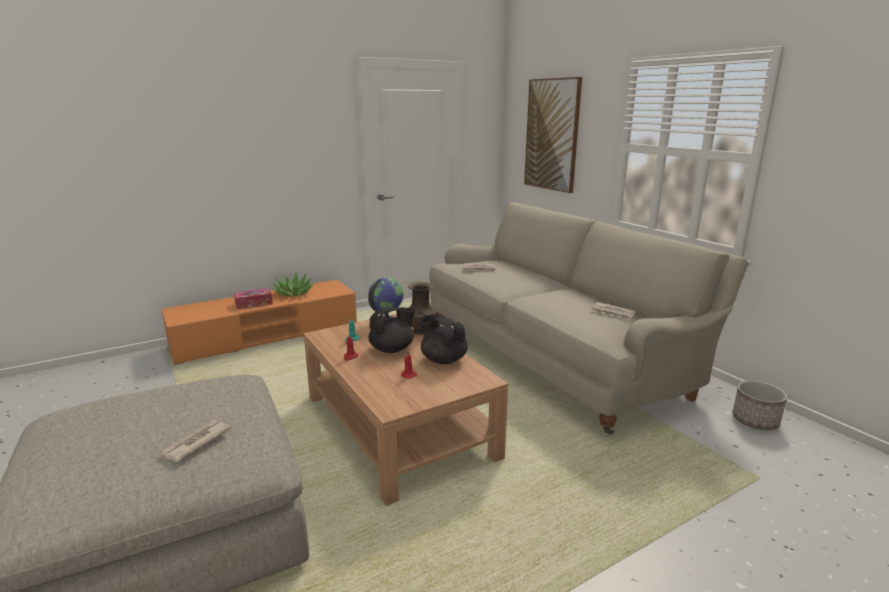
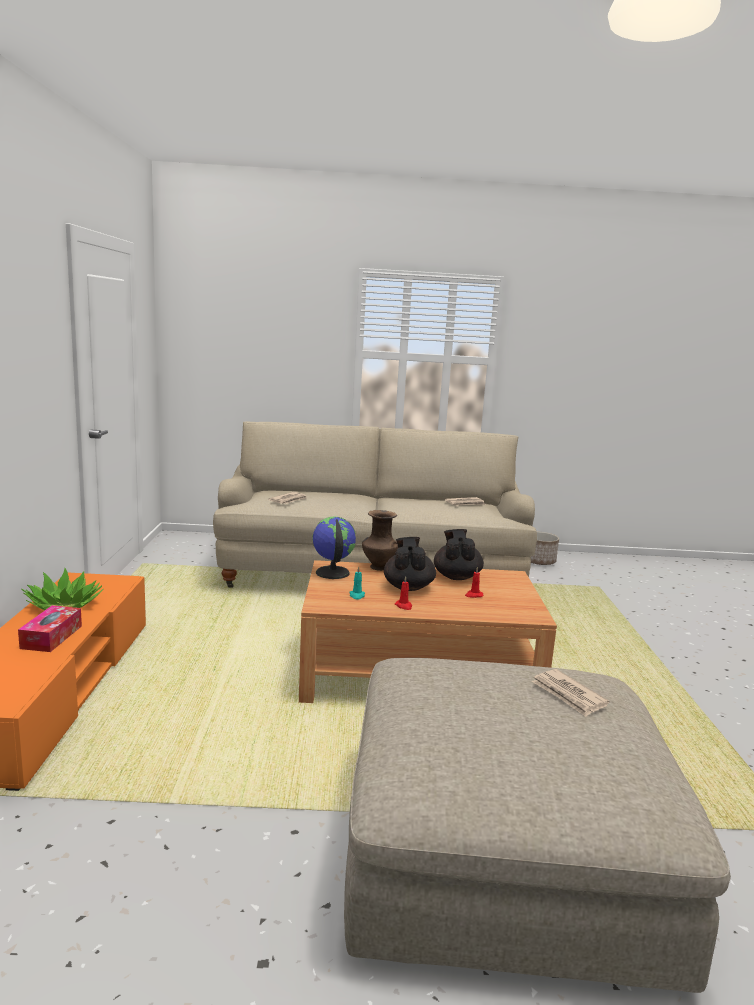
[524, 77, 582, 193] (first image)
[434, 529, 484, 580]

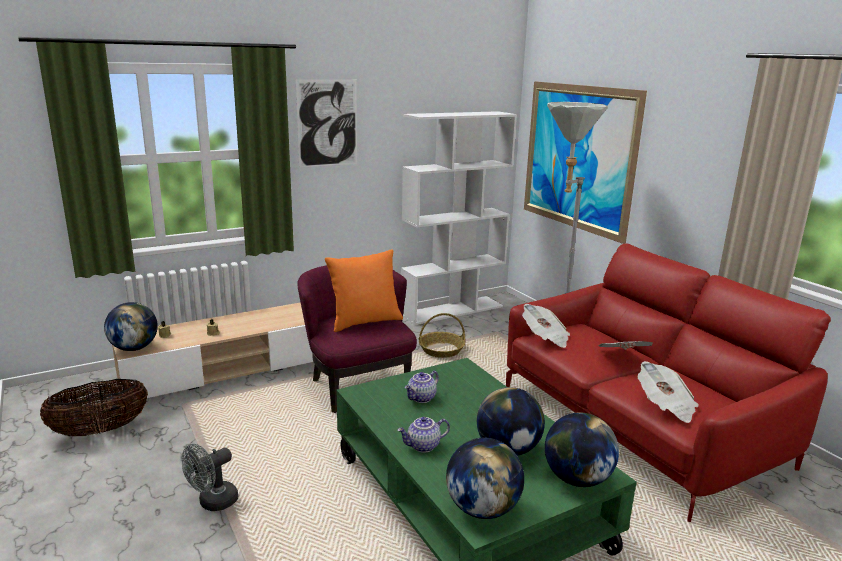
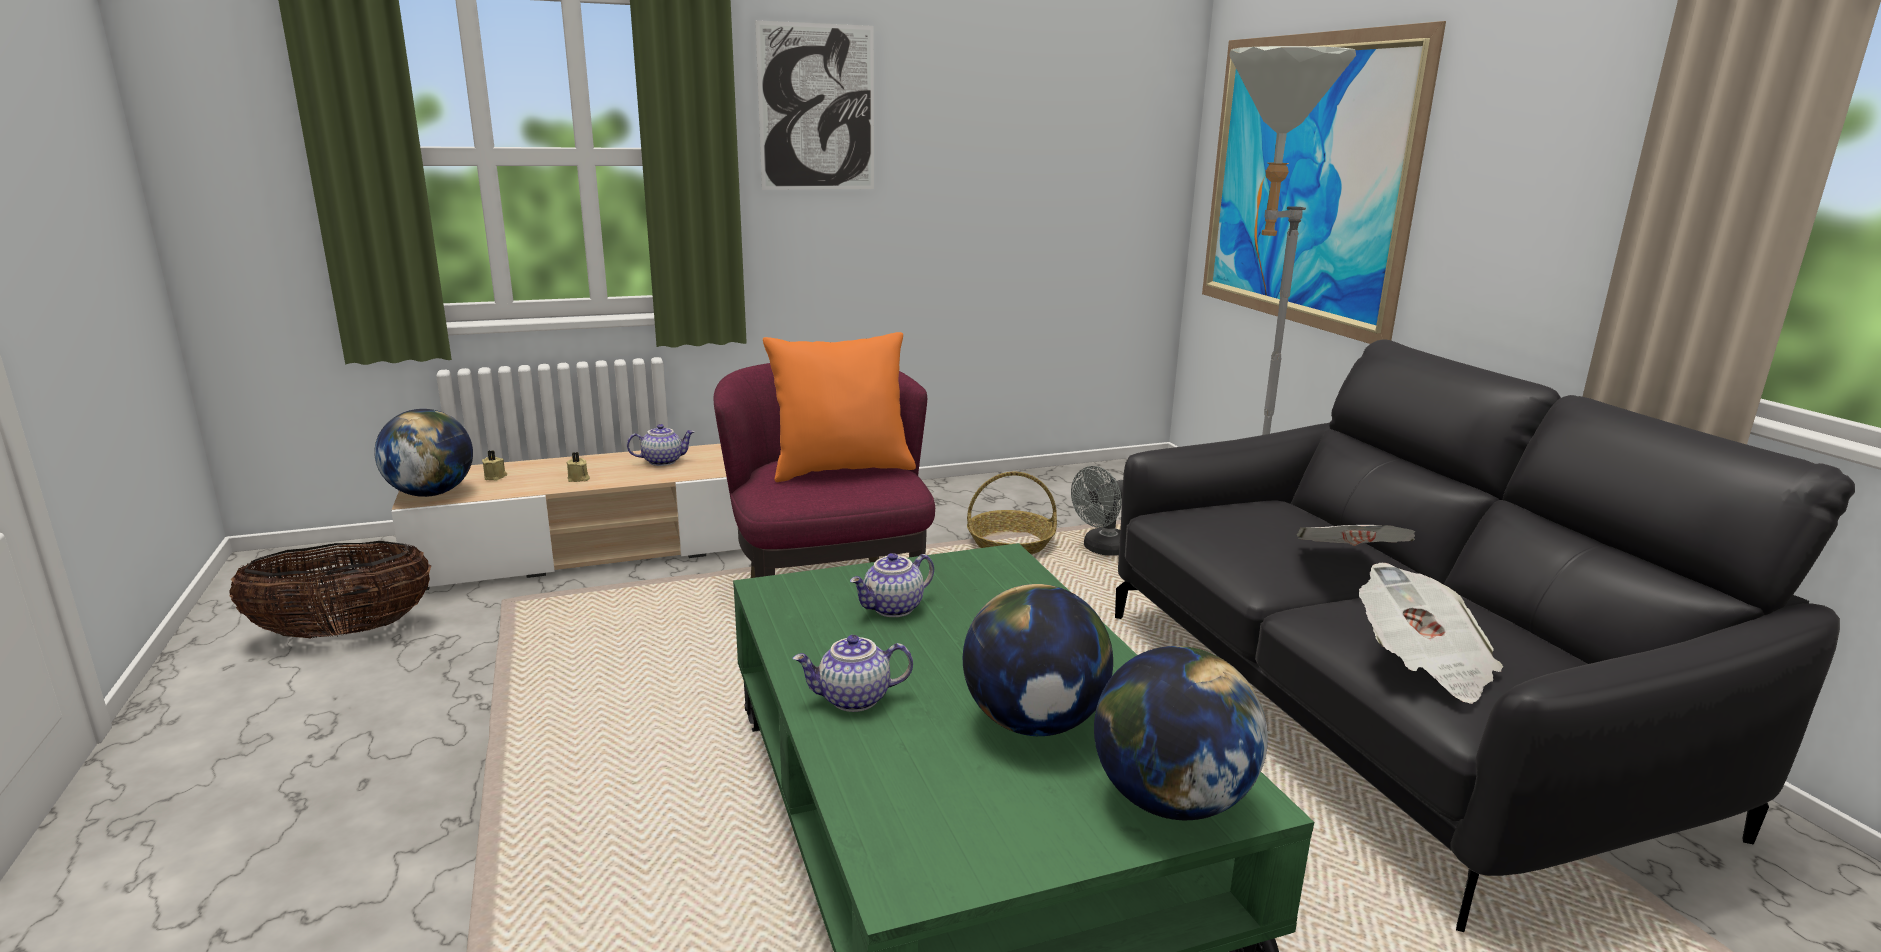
[401, 111, 517, 325] (first image)
[1115, 339, 1855, 932]
[522, 304, 570, 348] (first image)
[446, 438, 524, 519] (first image)
[1071, 466, 1123, 556]
[627, 424, 695, 466]

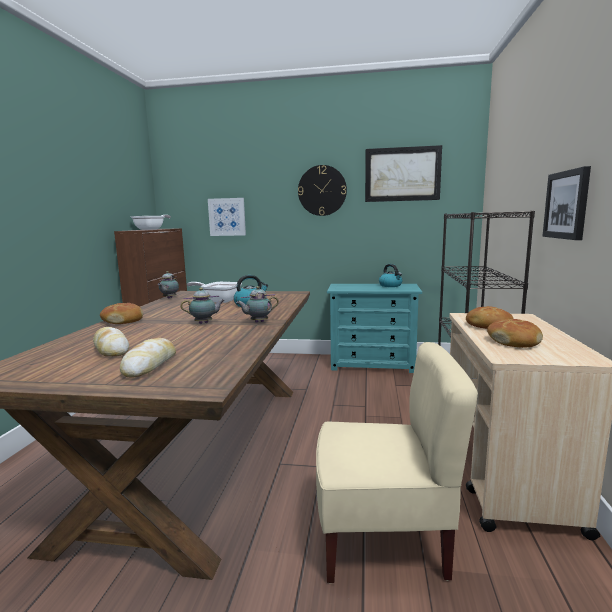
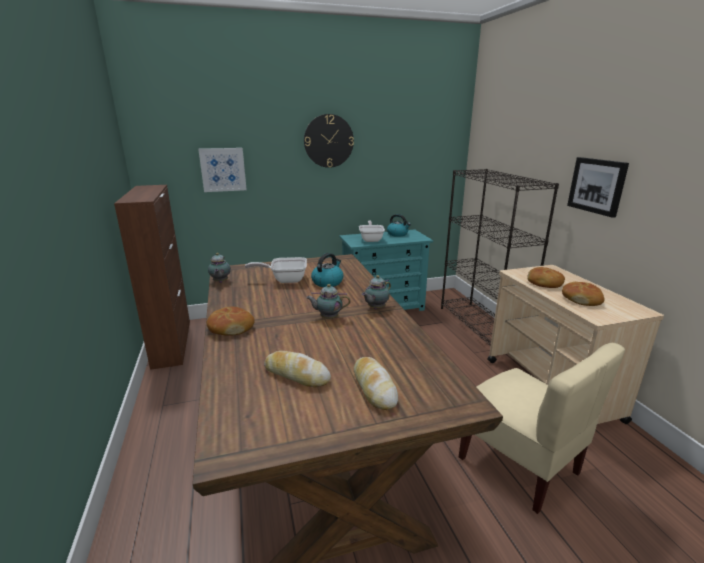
[365, 145, 442, 202] (first image)
[359, 220, 385, 242]
[306, 284, 351, 319]
[459, 343, 625, 514]

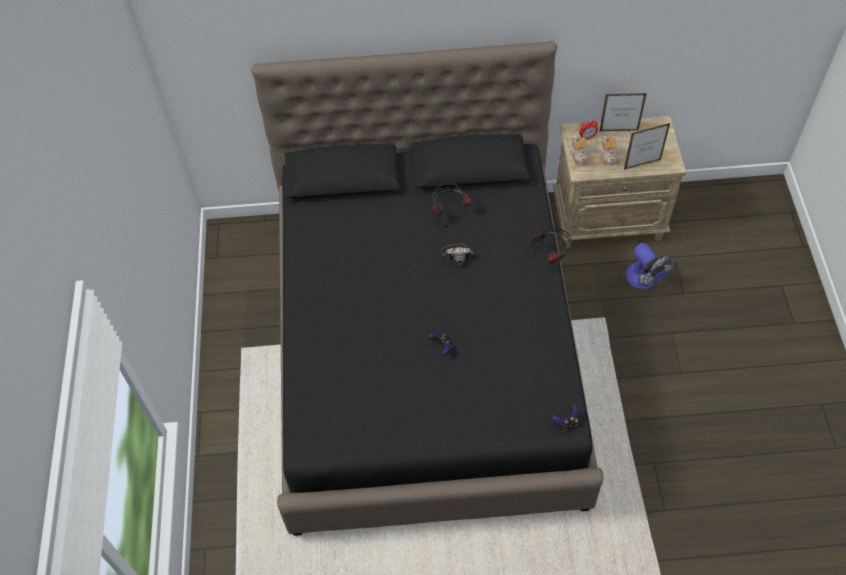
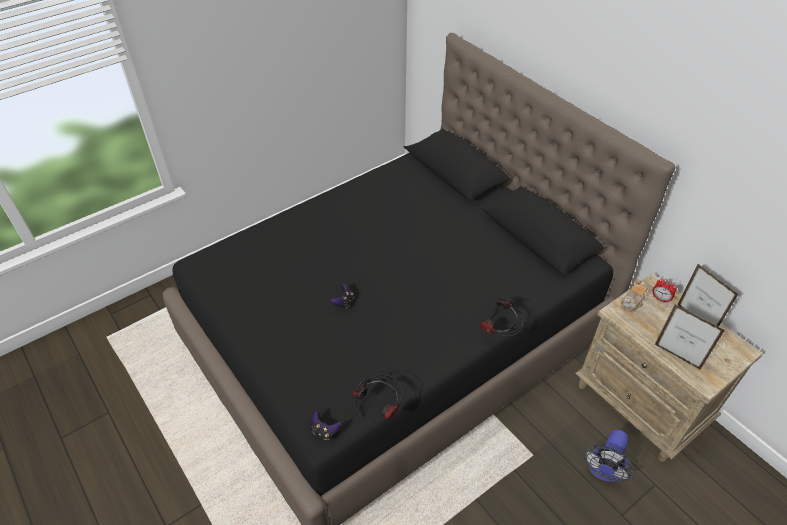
[600, 136, 617, 166] (first image)
[353, 374, 403, 420]
[441, 243, 474, 265] (first image)

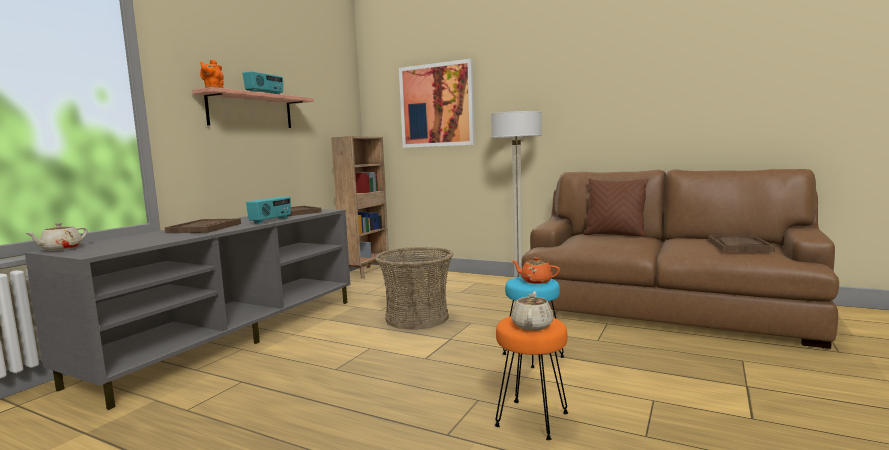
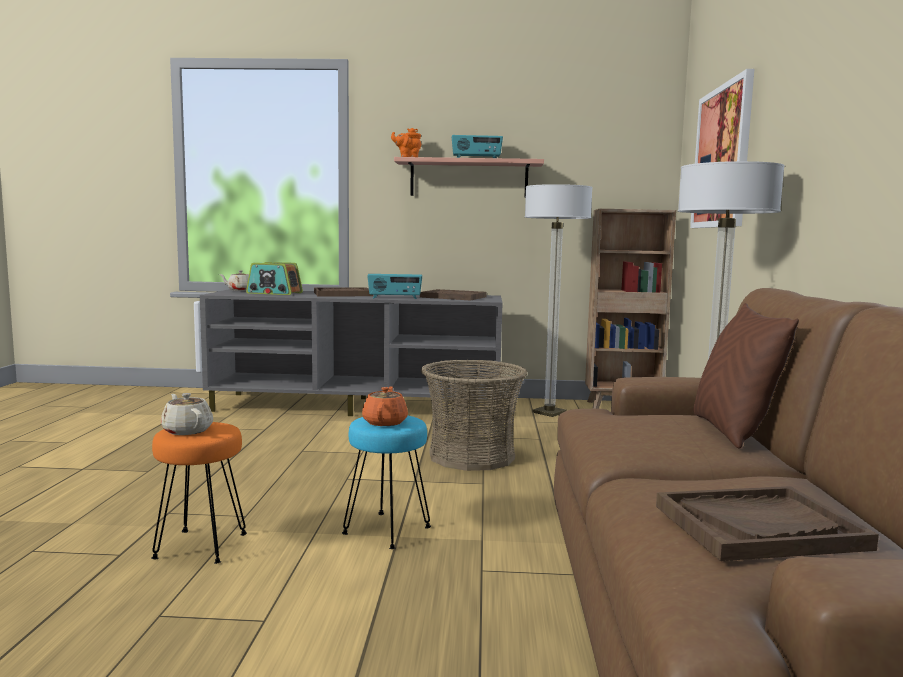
[161, 393, 213, 435]
[525, 184, 593, 417]
[246, 262, 303, 295]

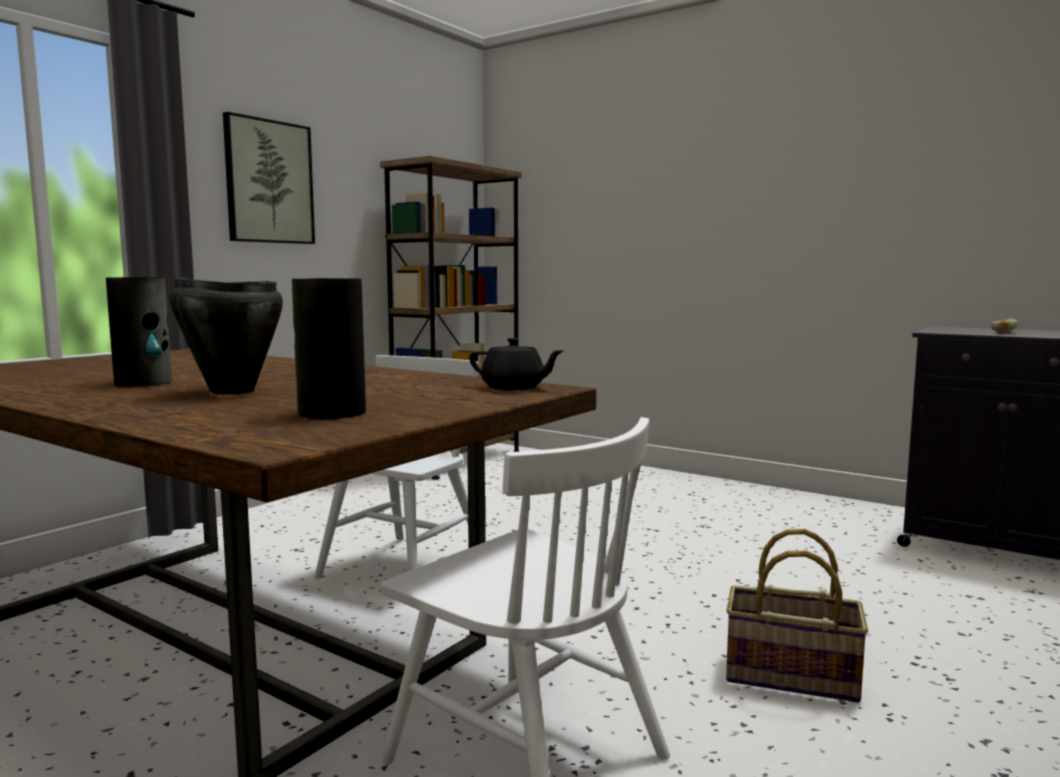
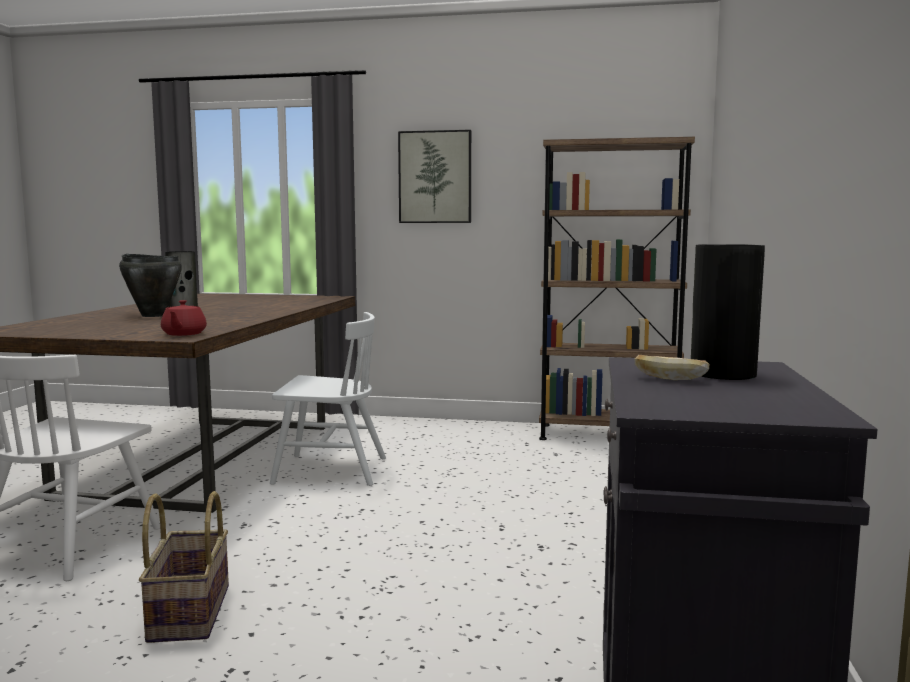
[691, 244, 765, 380]
[161, 300, 207, 336]

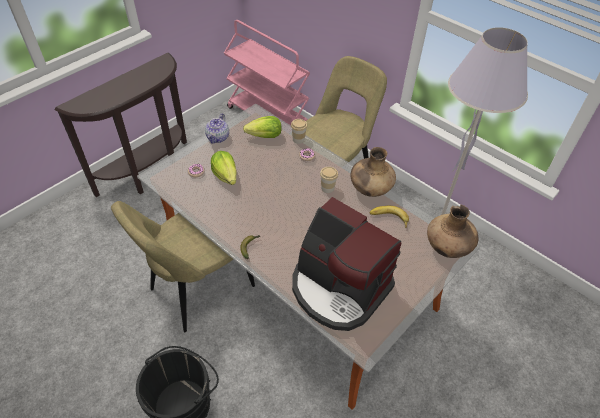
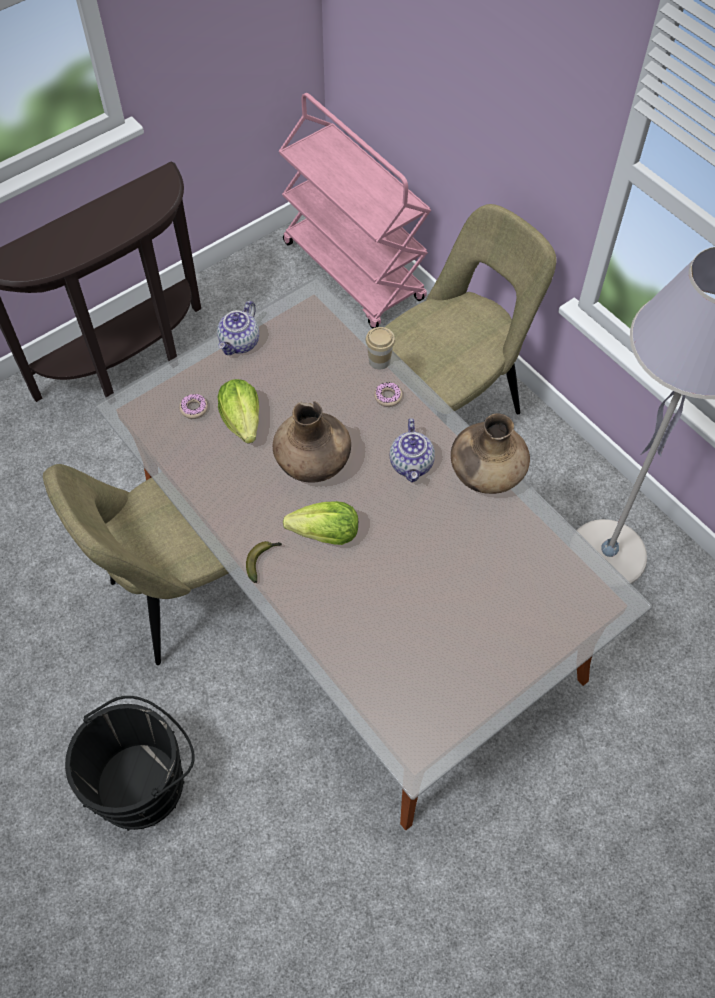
[283, 501, 358, 545]
[390, 418, 435, 482]
[292, 197, 401, 331] (first image)
[273, 401, 351, 483]
[369, 206, 409, 228] (first image)

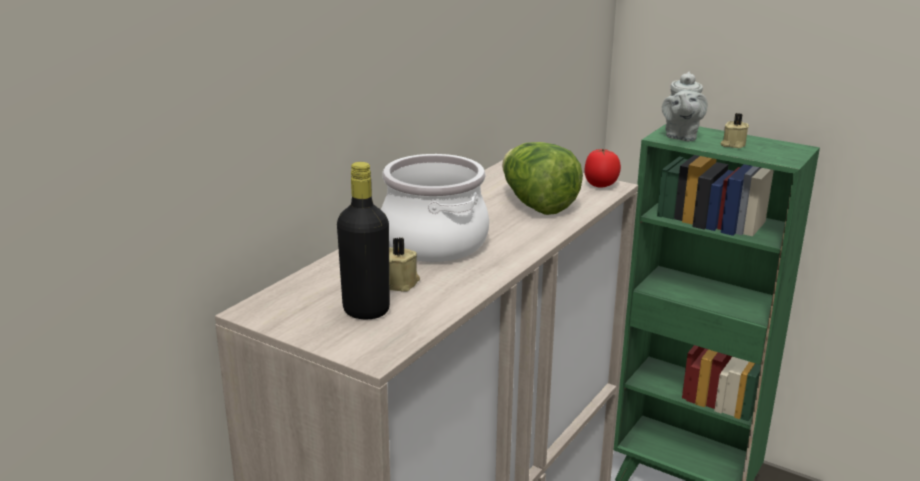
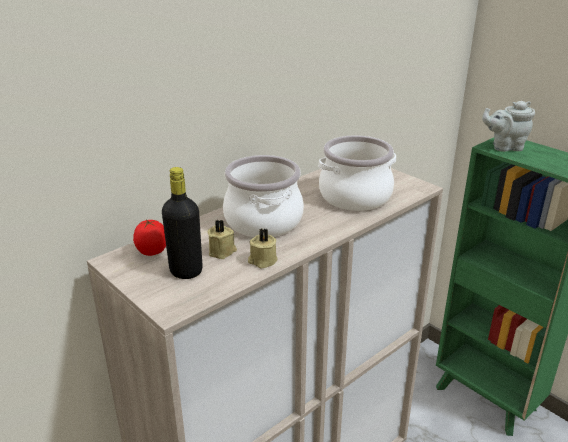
[482, 101, 535, 152]
[248, 229, 278, 268]
[318, 135, 396, 211]
[133, 219, 166, 256]

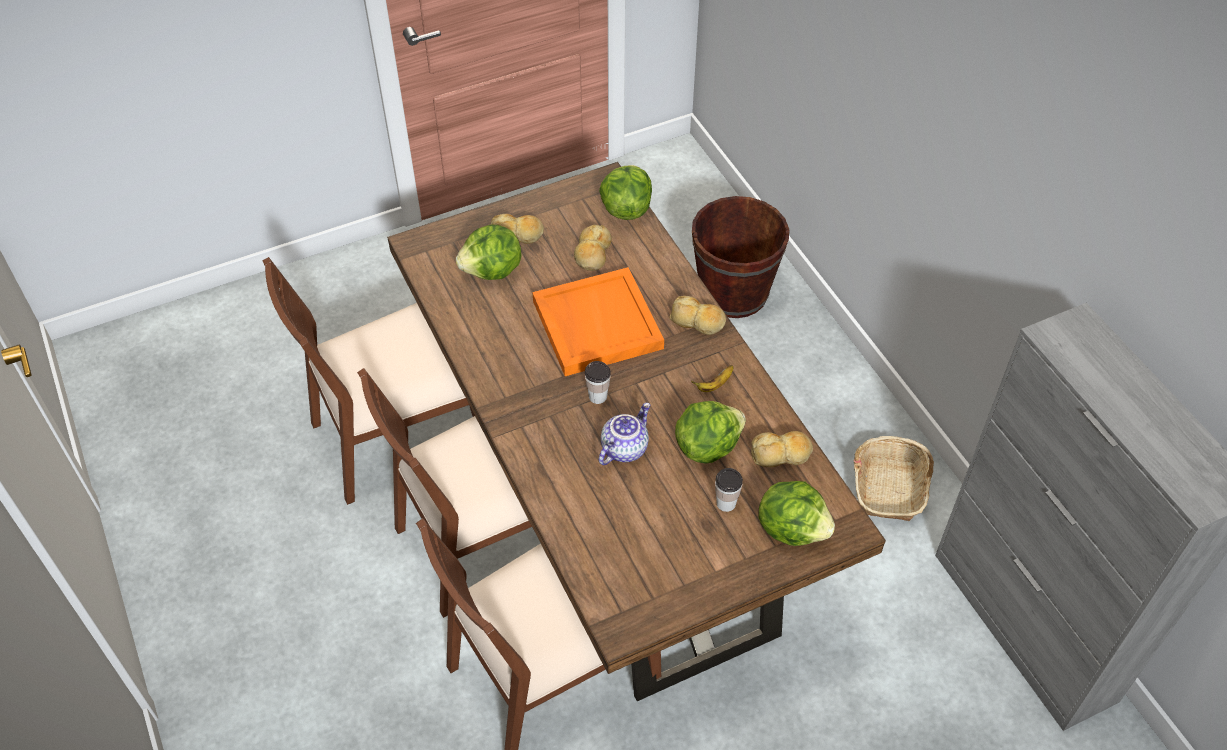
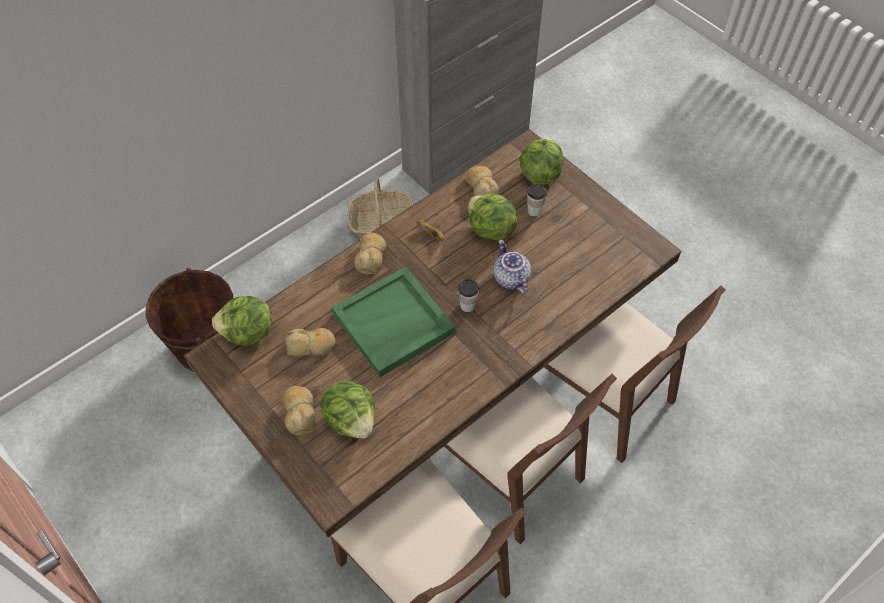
[332, 267, 455, 377]
[494, 240, 531, 294]

